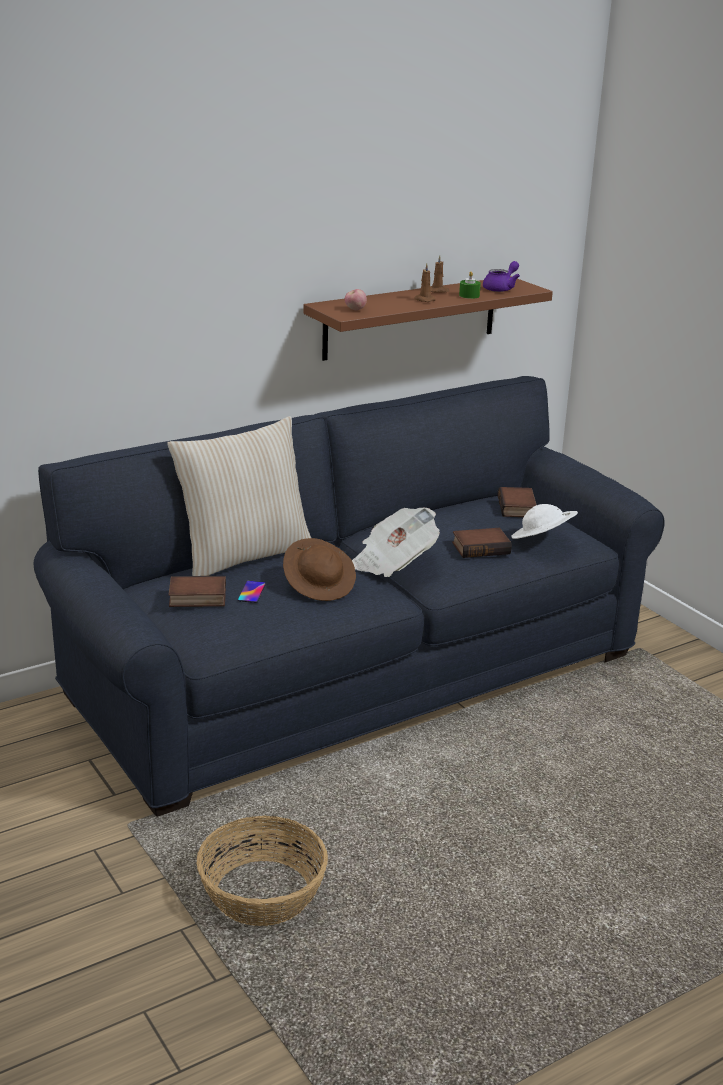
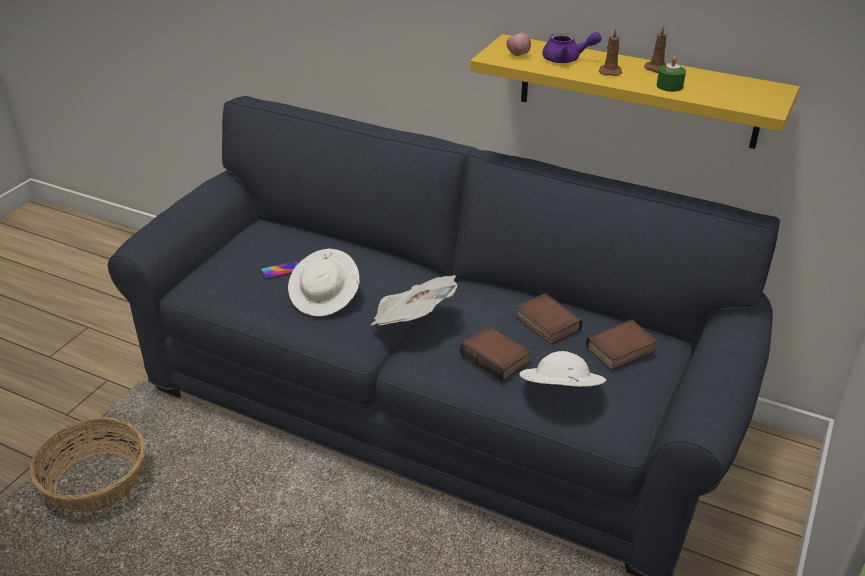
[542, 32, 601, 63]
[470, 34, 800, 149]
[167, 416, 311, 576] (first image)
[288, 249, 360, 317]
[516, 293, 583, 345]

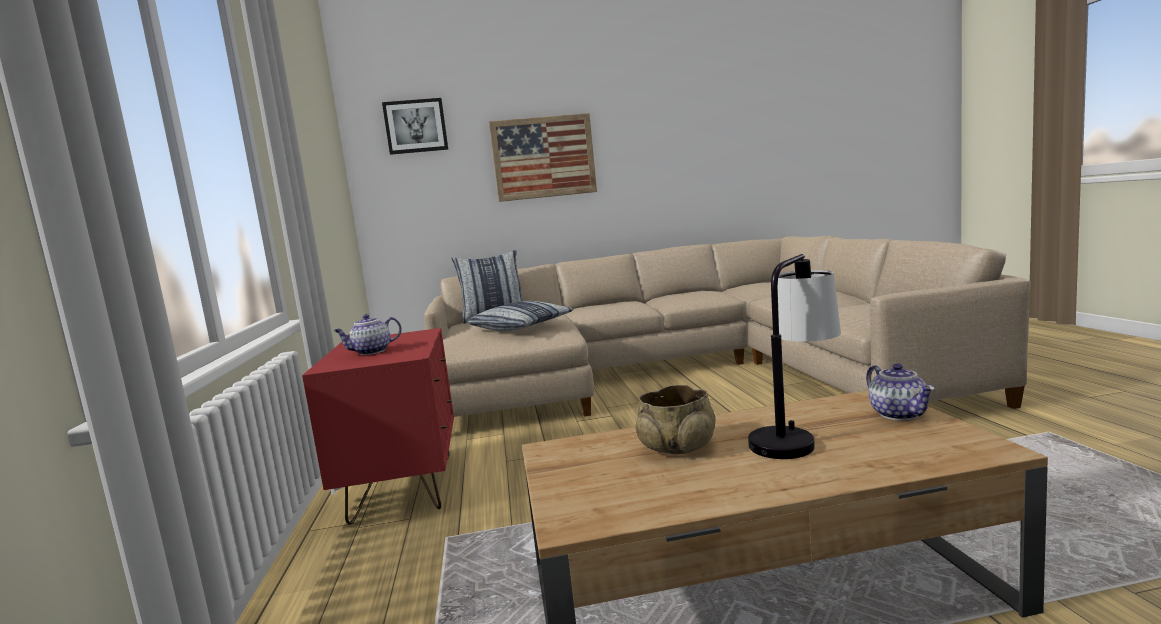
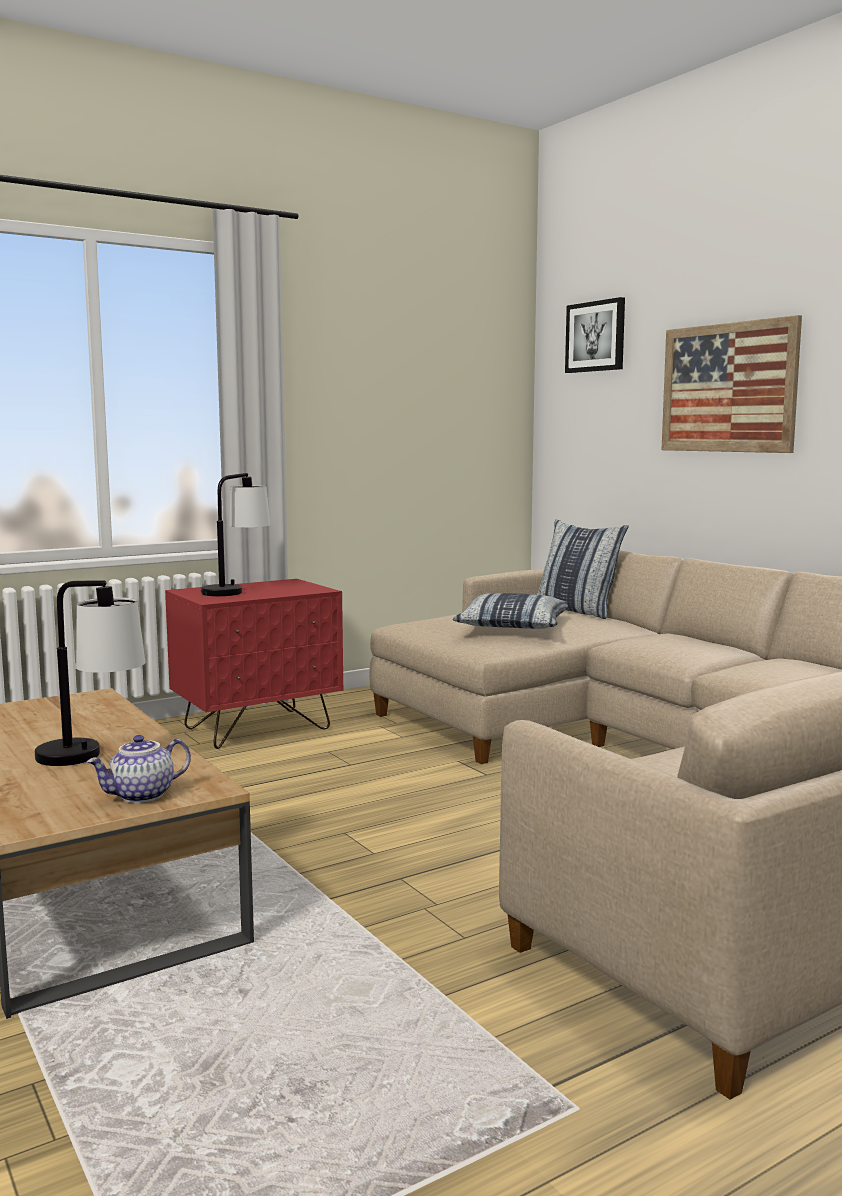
[201, 473, 270, 596]
[636, 385, 716, 454] (first image)

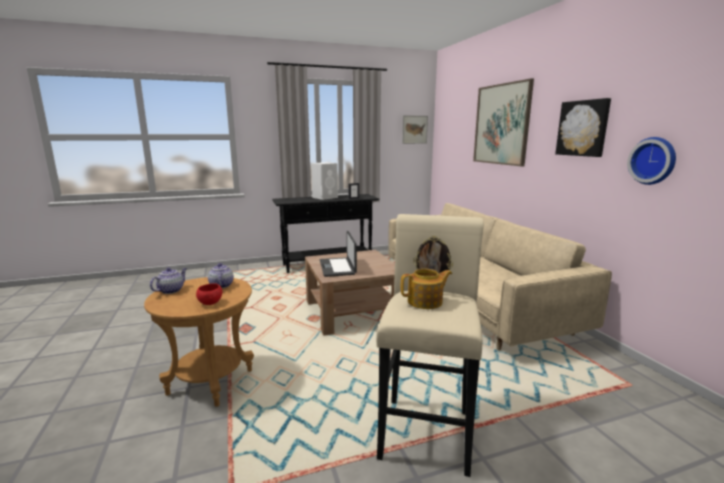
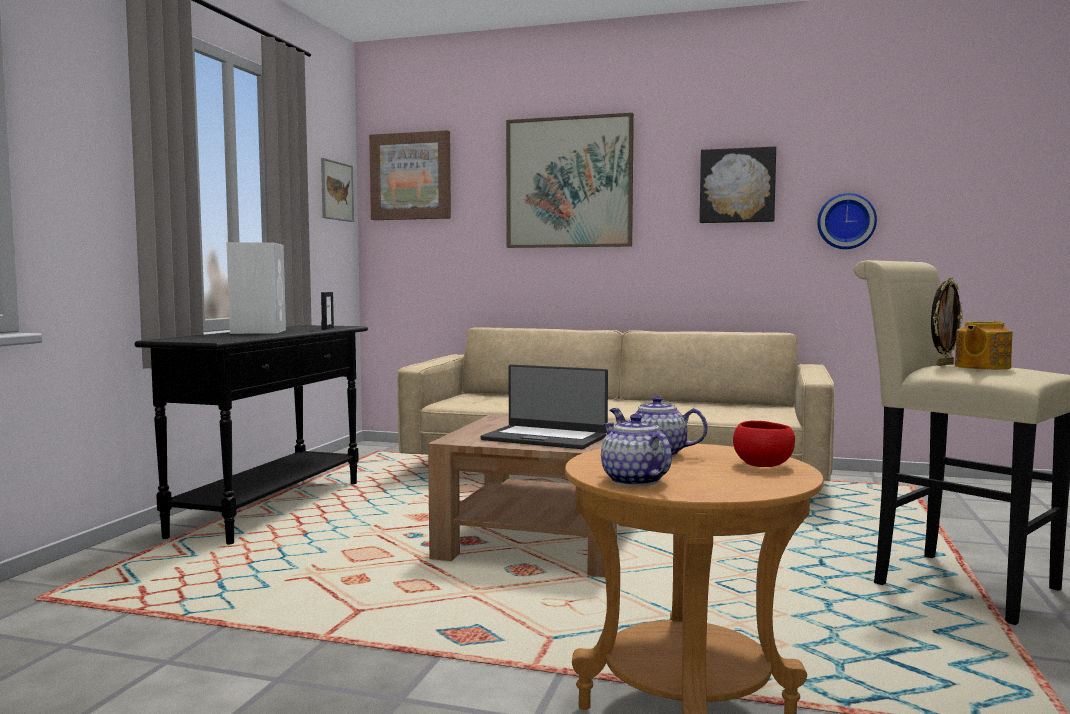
[955, 321, 1012, 370]
[369, 130, 451, 220]

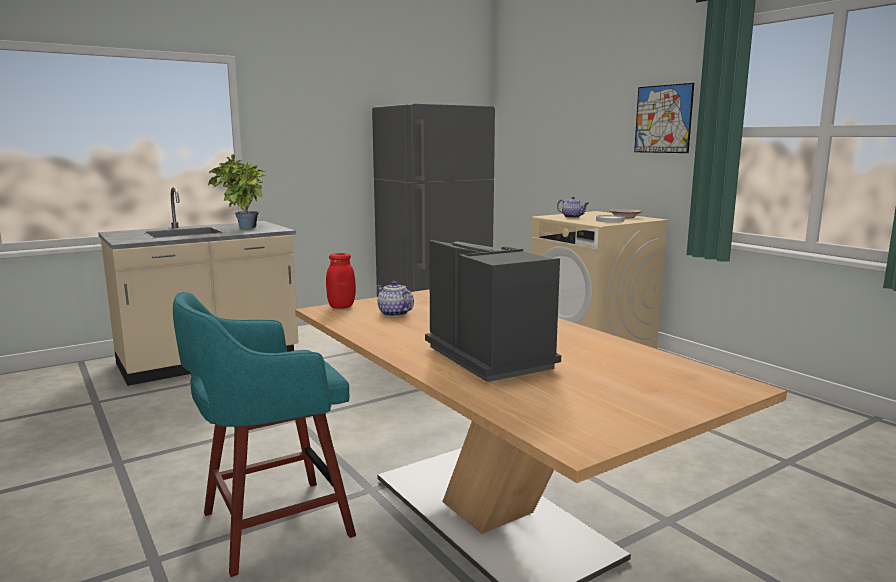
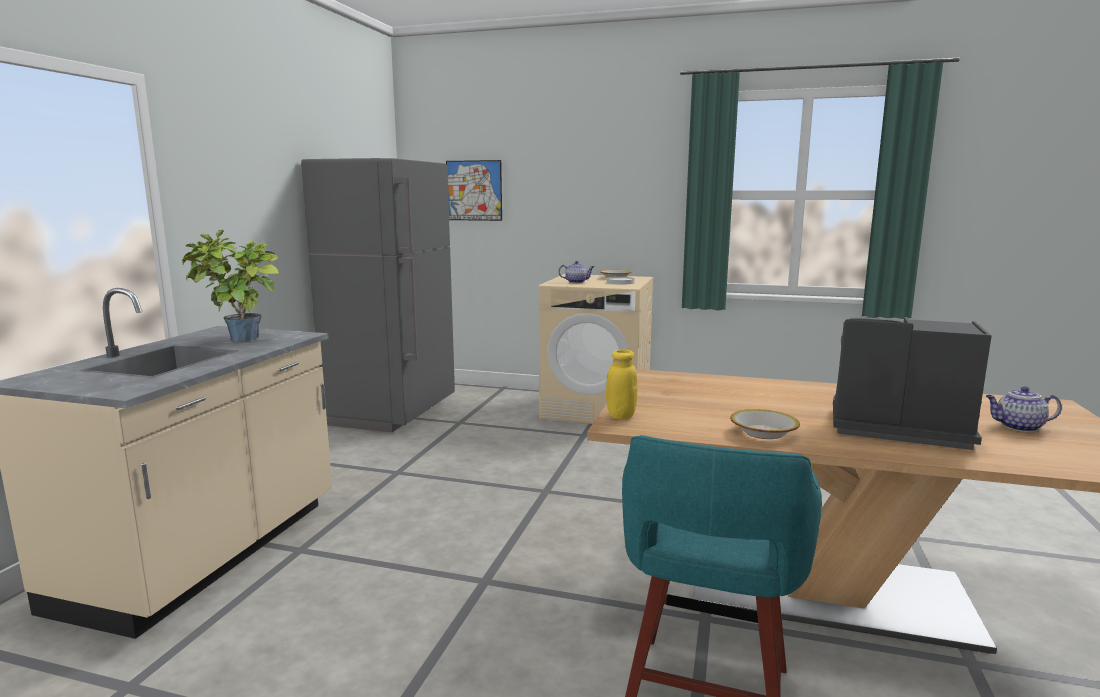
[446, 160, 502, 221]
[606, 350, 637, 420]
[986, 386, 1062, 432]
[730, 409, 800, 439]

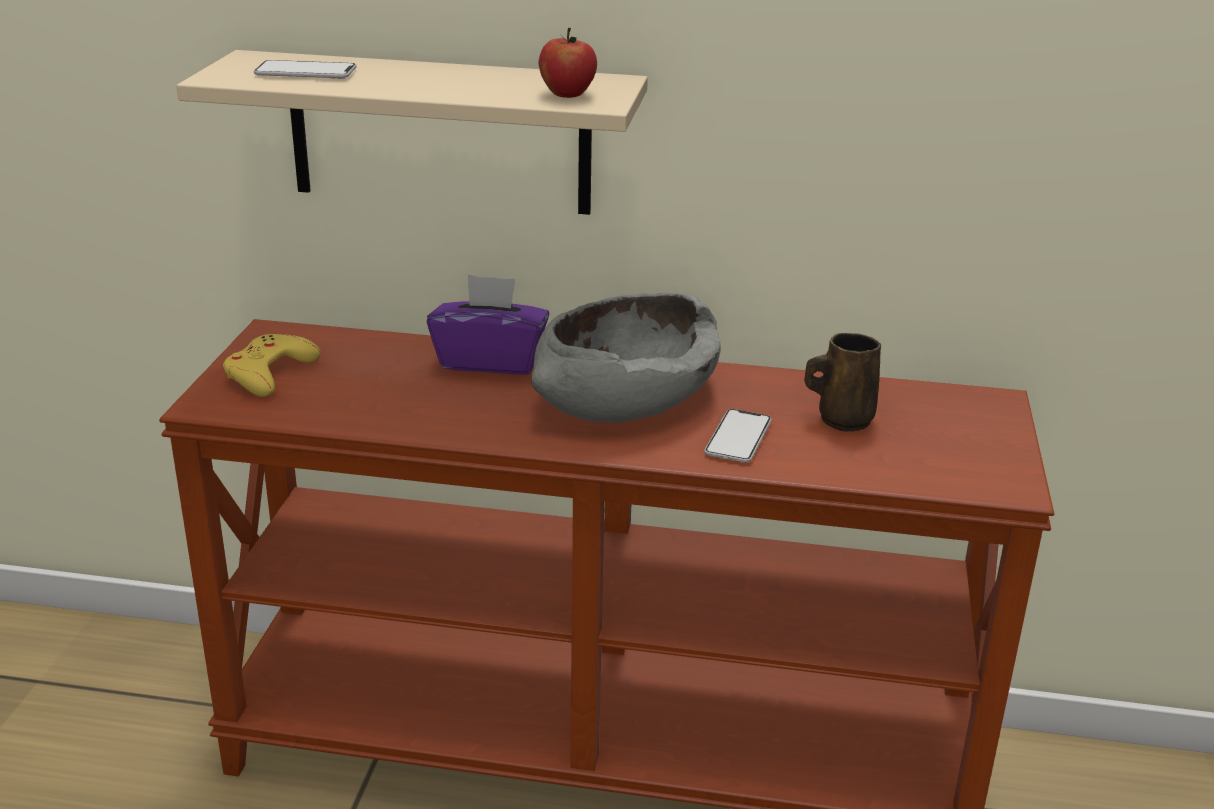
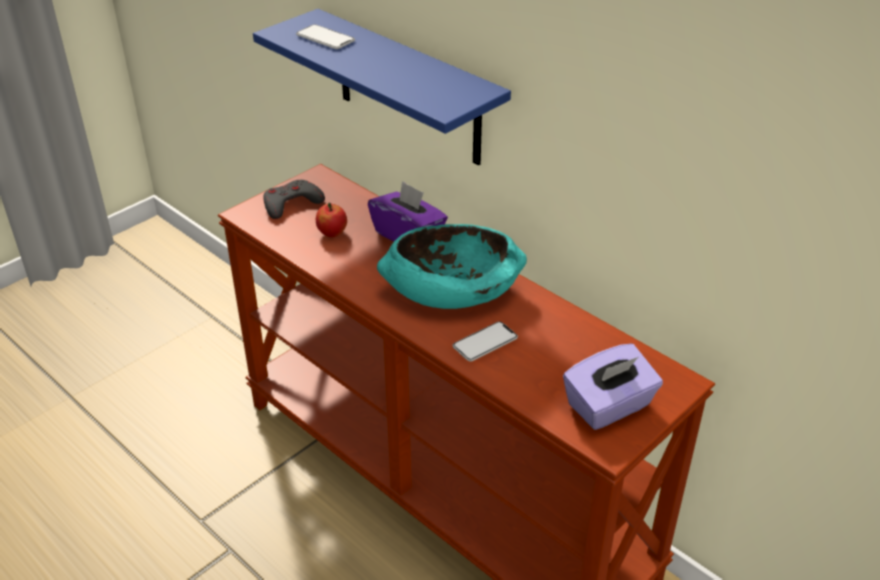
[316, 203, 347, 237]
[253, 9, 511, 166]
[377, 224, 527, 309]
[804, 333, 881, 432] (first image)
[263, 180, 325, 219]
[563, 344, 663, 430]

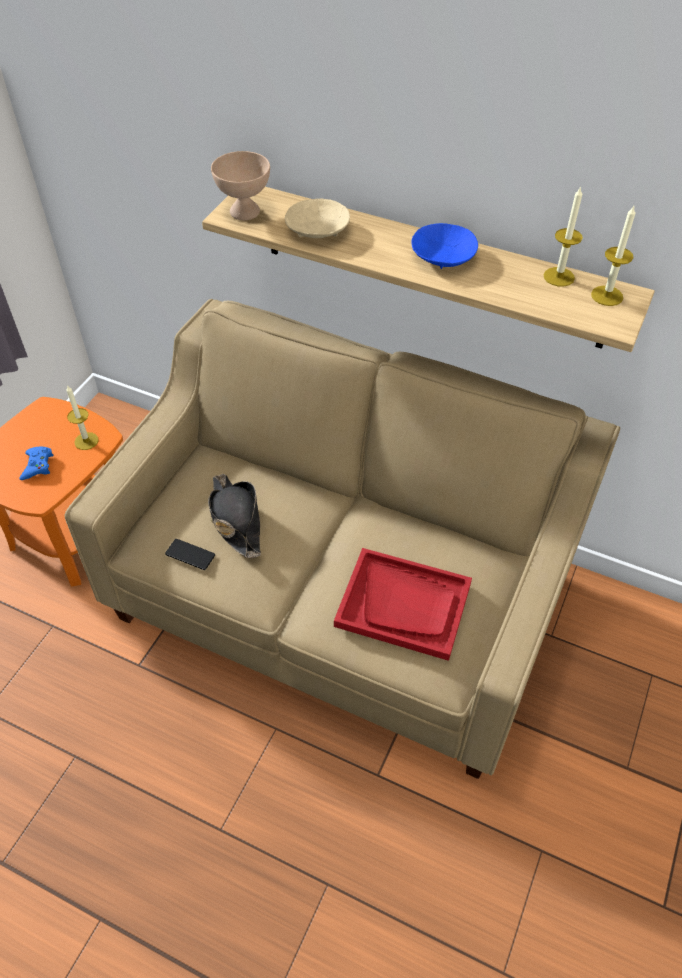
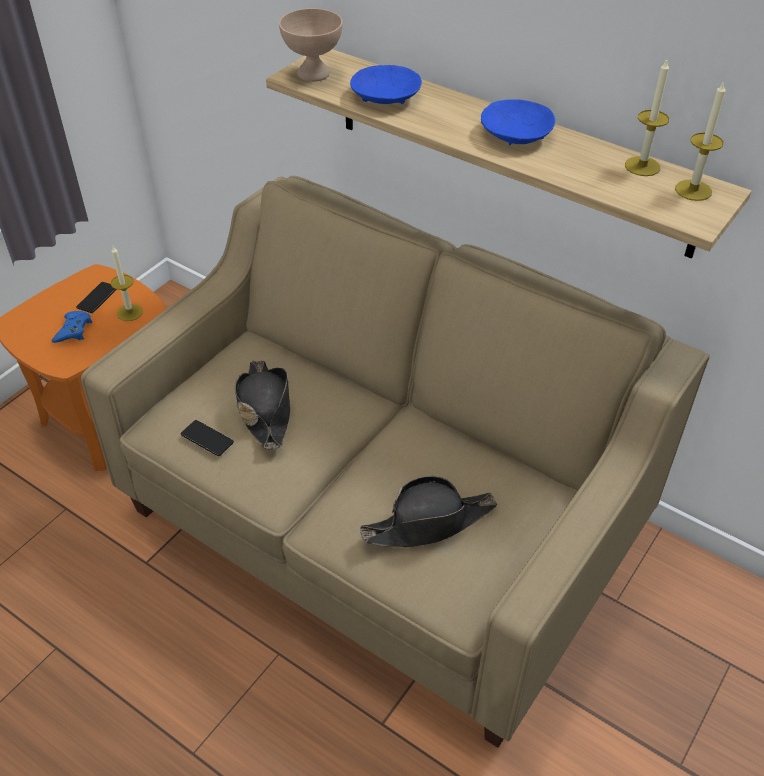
[350, 65, 422, 104]
[360, 476, 497, 548]
[76, 282, 117, 313]

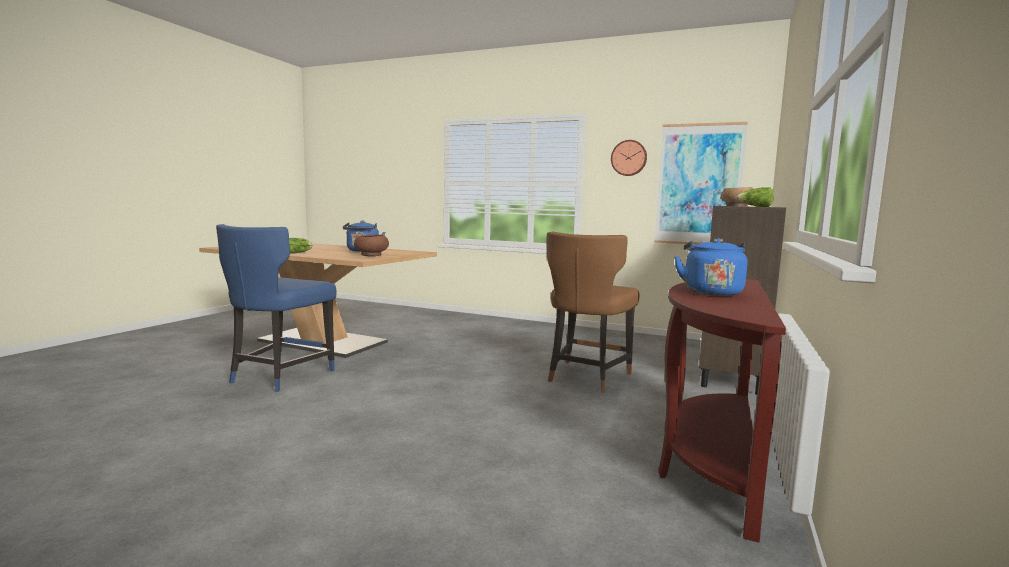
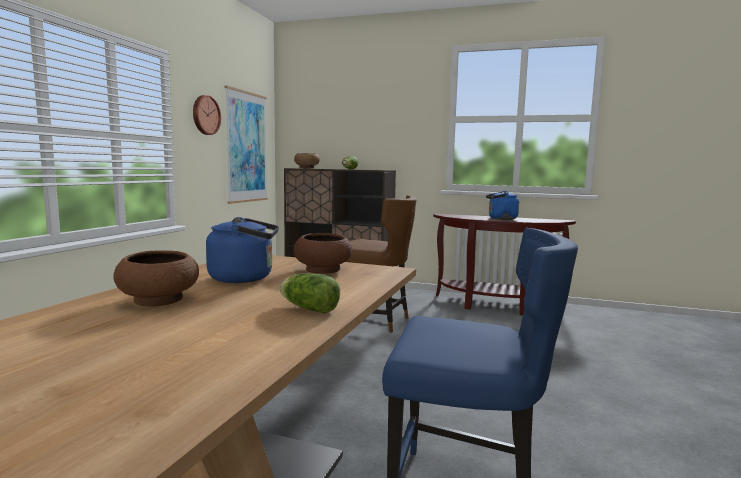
[114, 250, 199, 307]

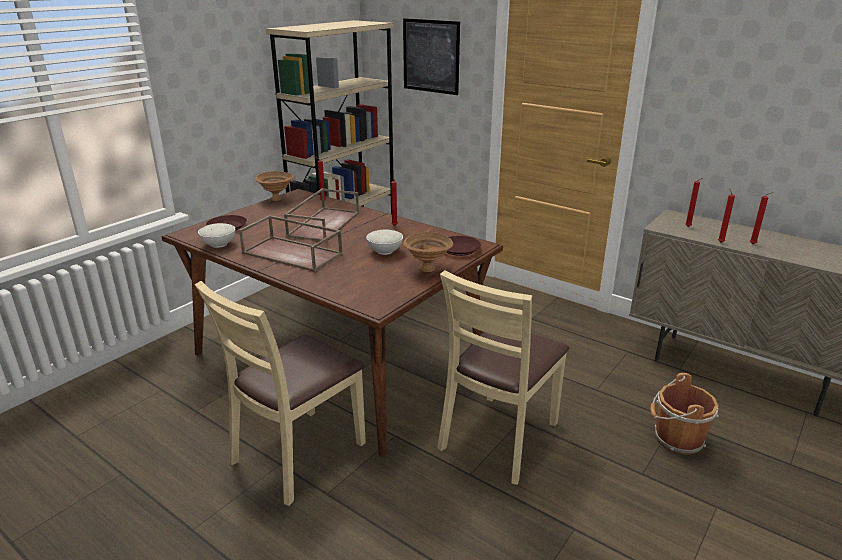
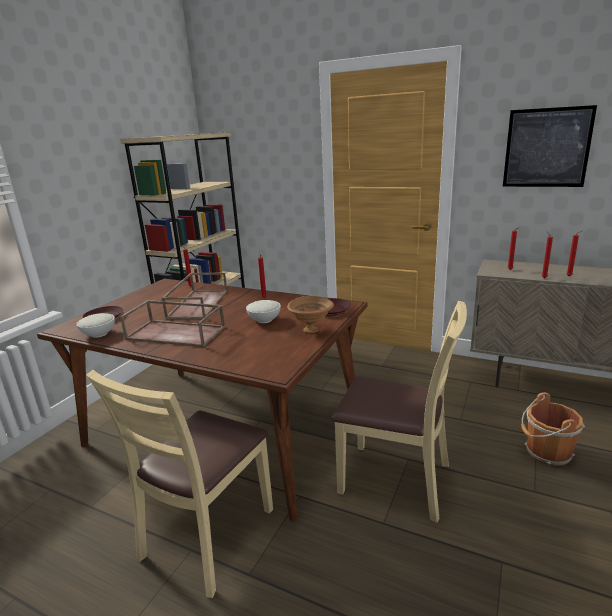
[503, 105, 597, 187]
[255, 171, 294, 201] (first image)
[332, 301, 467, 523]

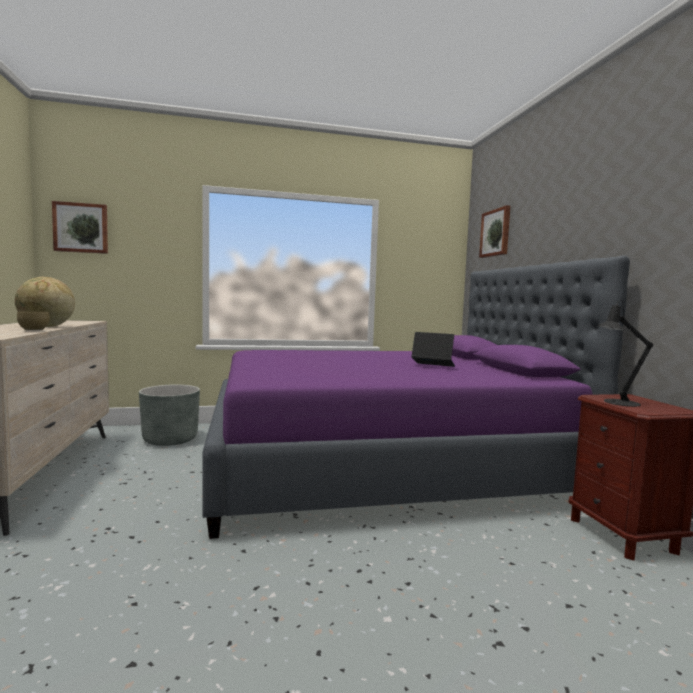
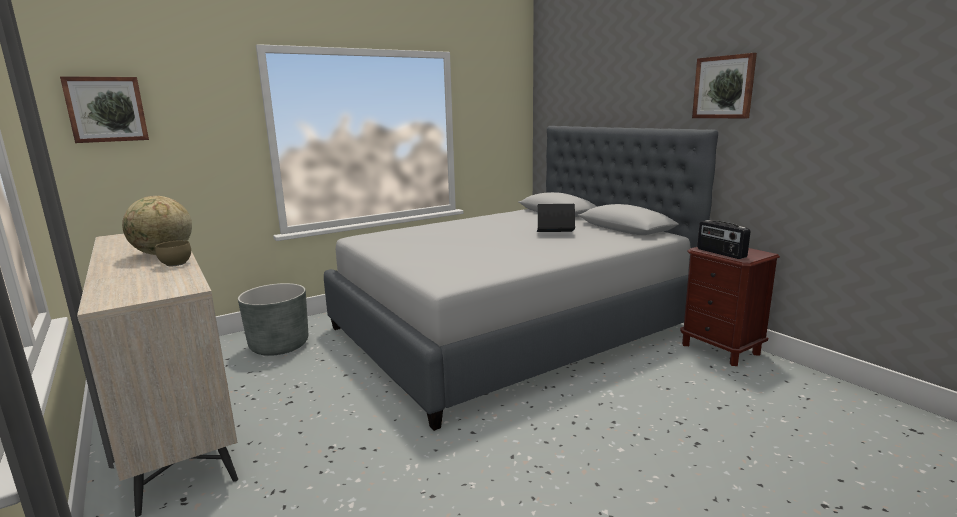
[692, 53, 757, 118]
[324, 126, 718, 431]
[697, 220, 751, 259]

